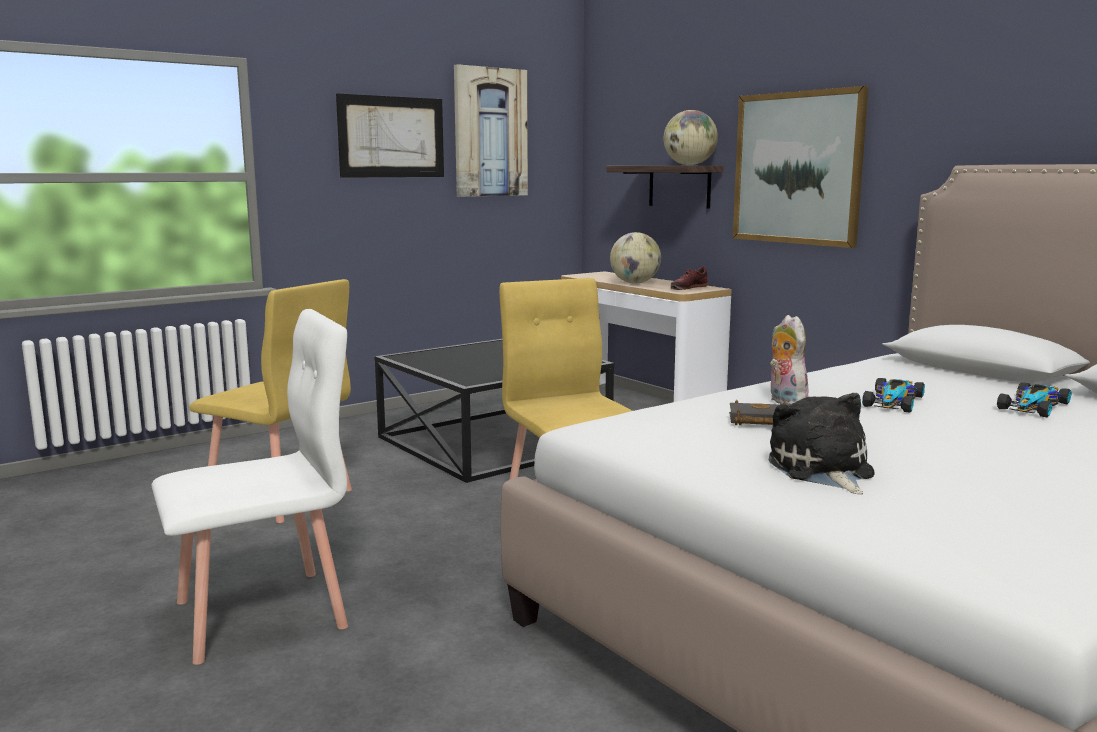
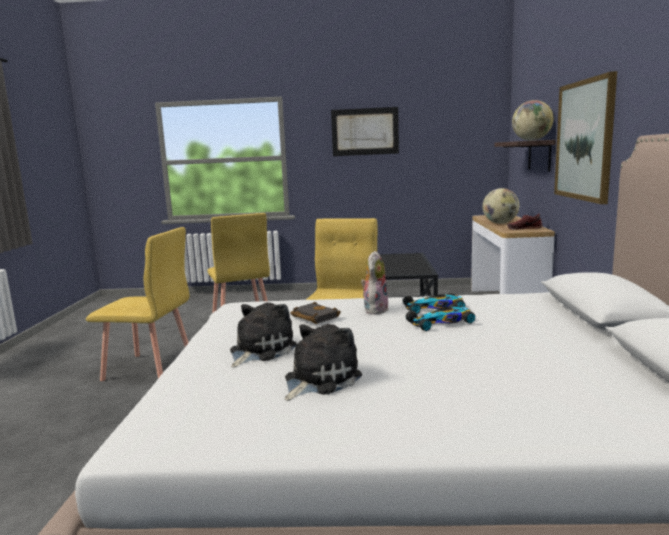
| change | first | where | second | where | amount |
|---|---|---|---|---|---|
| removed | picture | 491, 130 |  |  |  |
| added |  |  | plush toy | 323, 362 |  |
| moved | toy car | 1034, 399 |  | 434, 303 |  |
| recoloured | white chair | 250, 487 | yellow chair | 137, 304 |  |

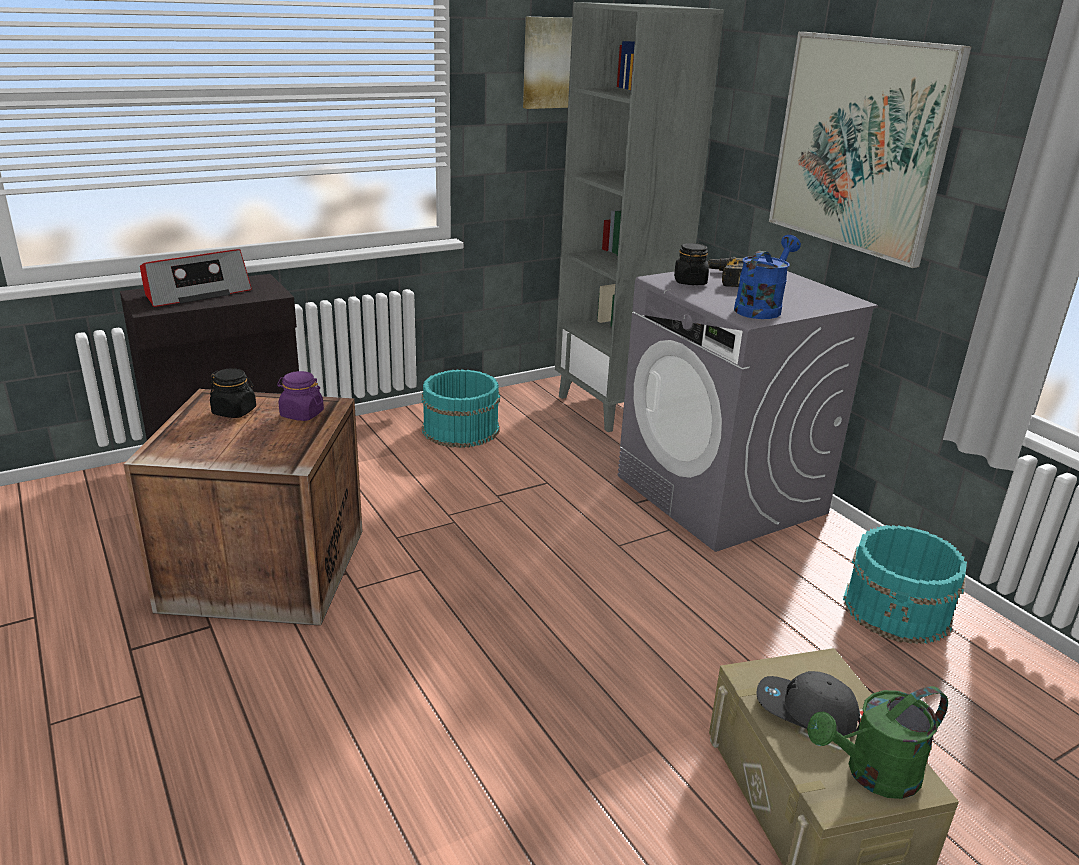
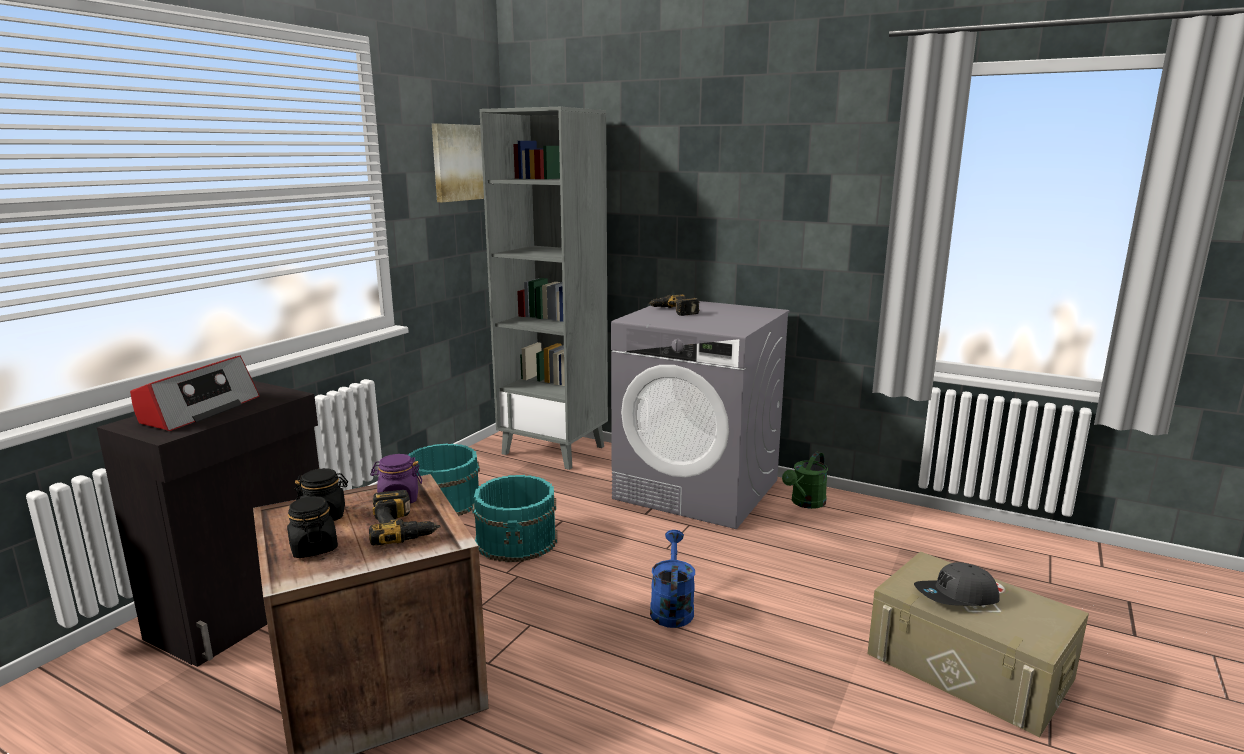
| change | first | where | second | where | amount |
|---|---|---|---|---|---|
| removed | picture | 870, 150 |  |  |  |
| added |  |  | power drill | 404, 517 |  |
| moved | black jar | 691, 264 |  | 312, 527 |  |
| moved | blue watering can | 767, 277 |  | 672, 579 |  |
| moved | green watering can | 877, 742 |  | 805, 480 |  |
| moved | turquoise bucket | 905, 584 |  | 514, 518 |  |

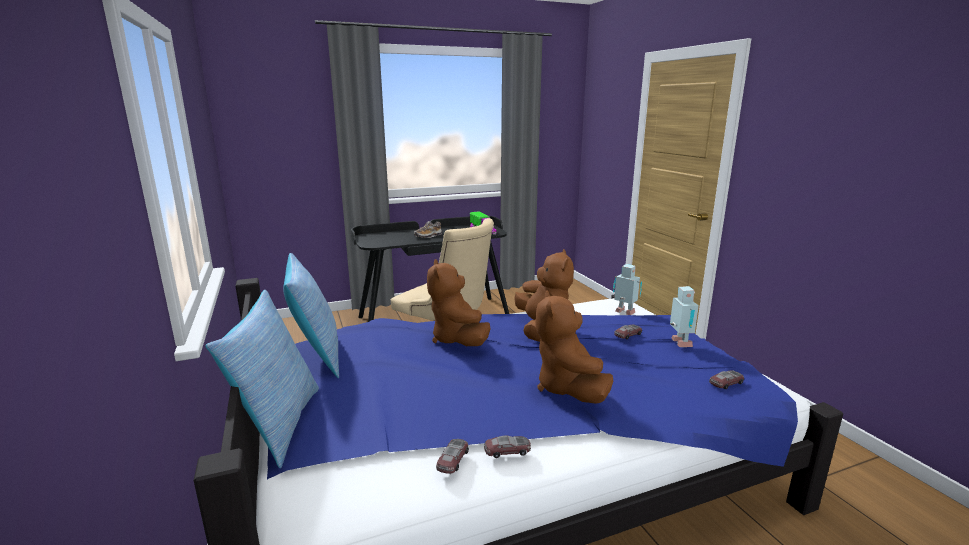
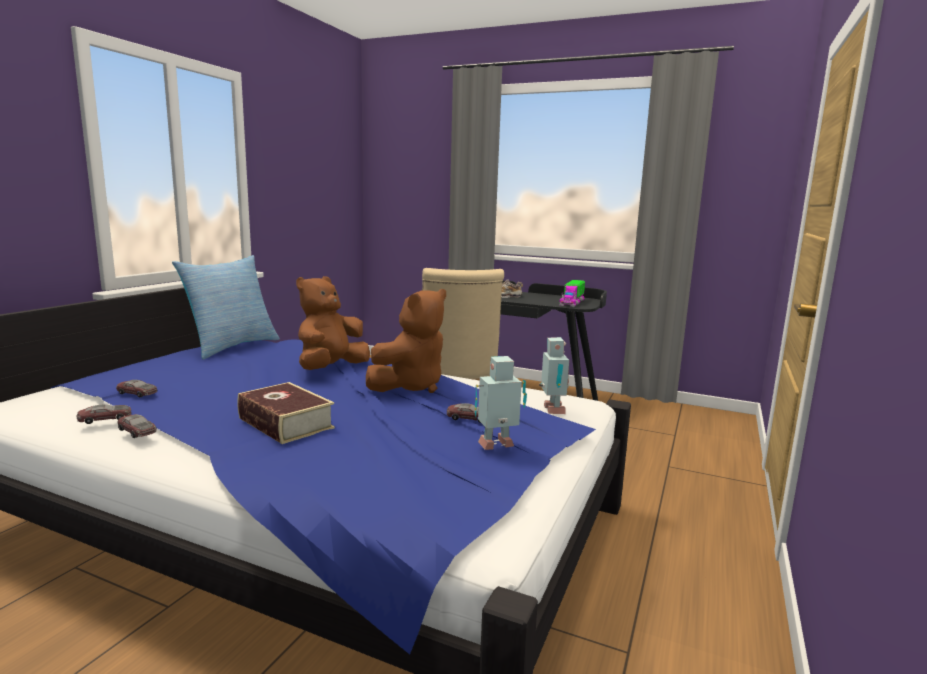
| change | first | where | second | where | amount |
|---|---|---|---|---|---|
| removed | pillow | 262, 379 |  |  |  |
| moved | toy car | 726, 379 |  | 137, 389 |  |
| replaced | brown plush toy | 574, 347 | book | 286, 413 |  |
| turned | toy robot | 684, 316 |  | 501, 403 | 150 degrees counterclockwise |

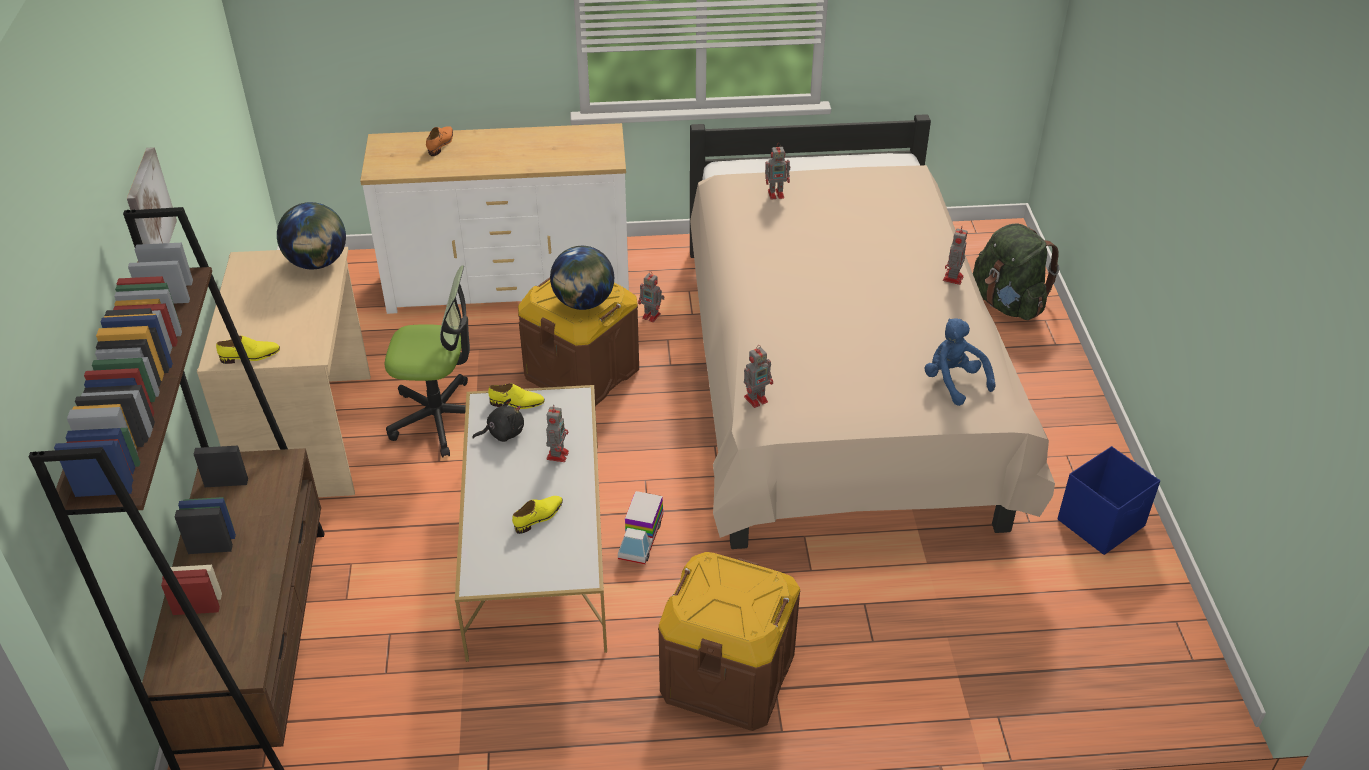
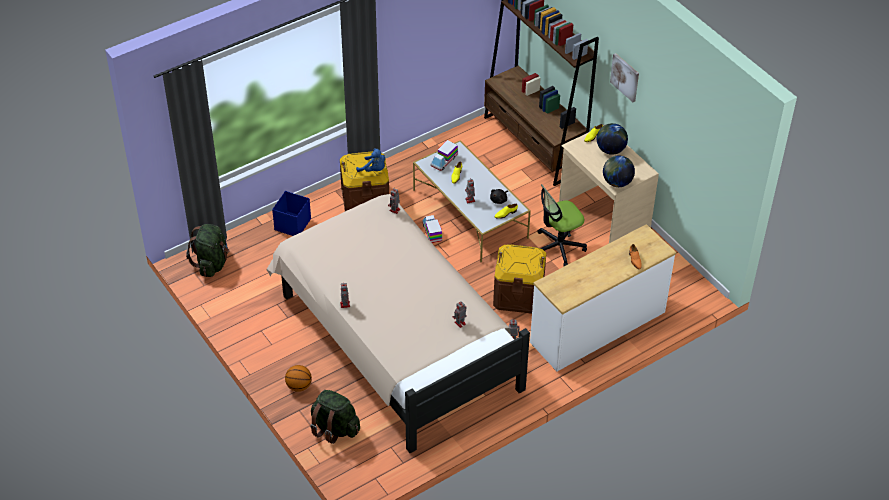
| change | first | where | second | where | amount |
|---|---|---|---|---|---|
| added |  |  | green backpack | 208, 250 |  |
| added |  |  | basketball | 298, 378 |  |
| added |  |  | toy truck | 444, 155 |  |
| moved | globe | 582, 278 |  | 612, 139 |  |
| moved | blue plush toy | 960, 362 |  | 370, 160 |  |
| moved | blue storage box | 1109, 500 |  | 291, 213 |  |

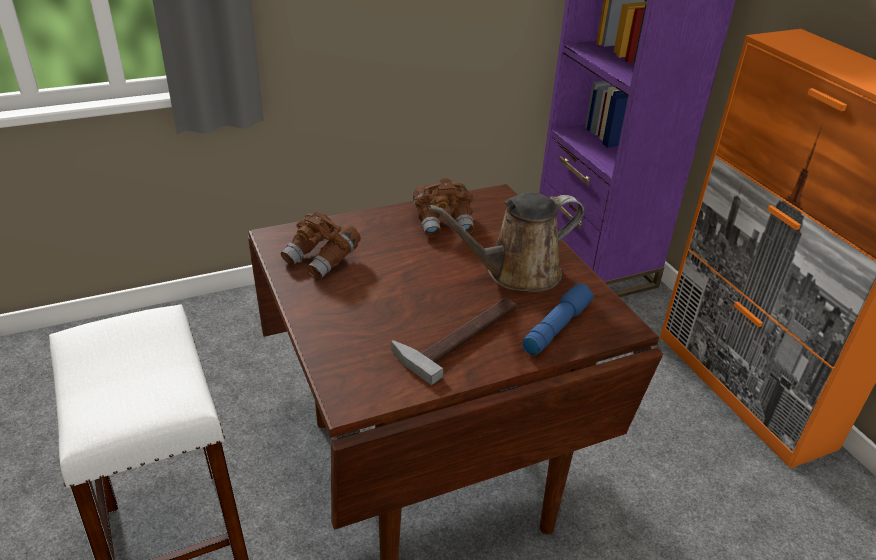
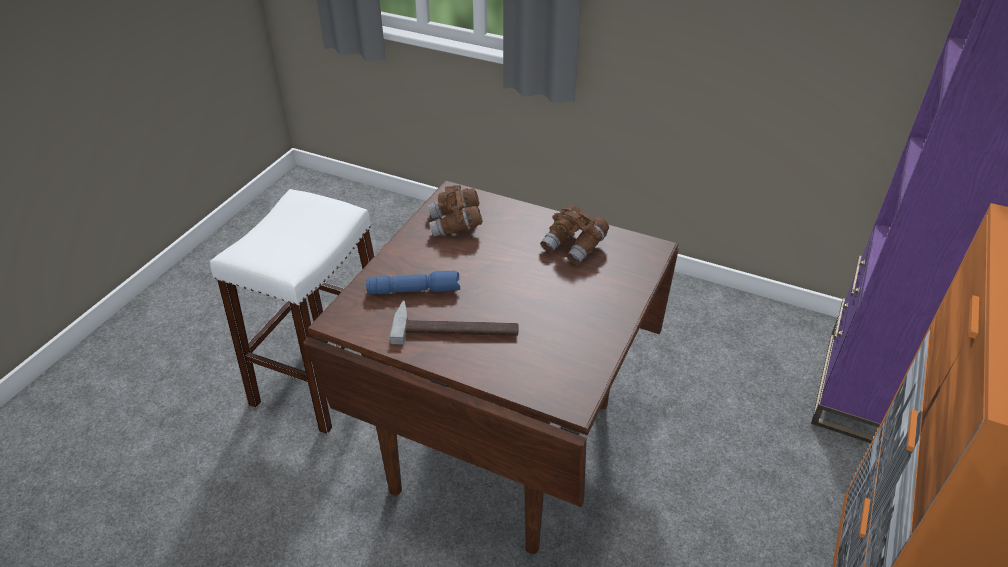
| change | first | where | second | where | amount |
|---|---|---|---|---|---|
| removed | brown watering can | 506, 242 |  |  |  |
| moved | blue flashlight | 558, 319 |  | 413, 282 |  |

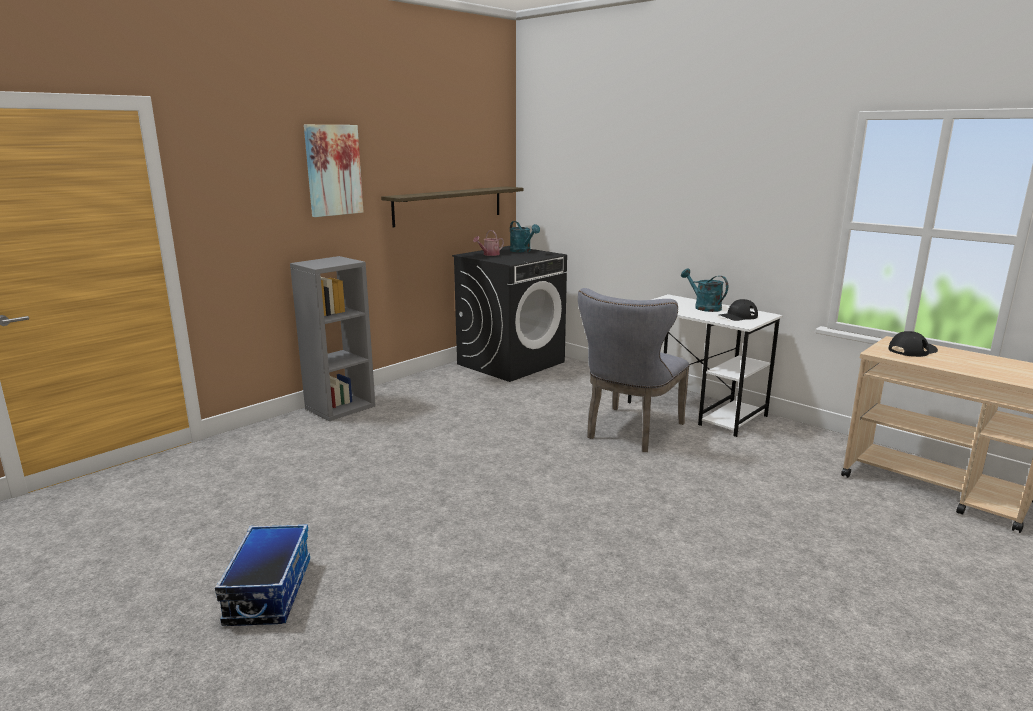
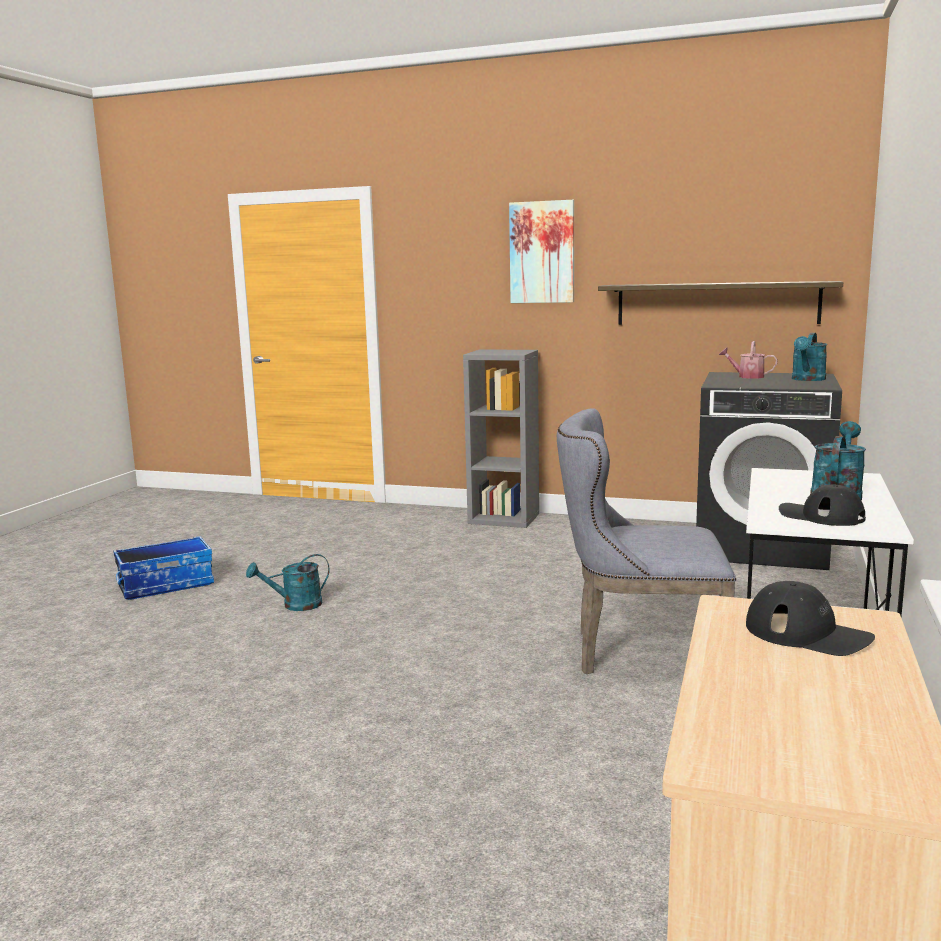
| change | first | where | second | where | amount |
|---|---|---|---|---|---|
| added |  |  | turquoise watering can | 288, 582 |  |

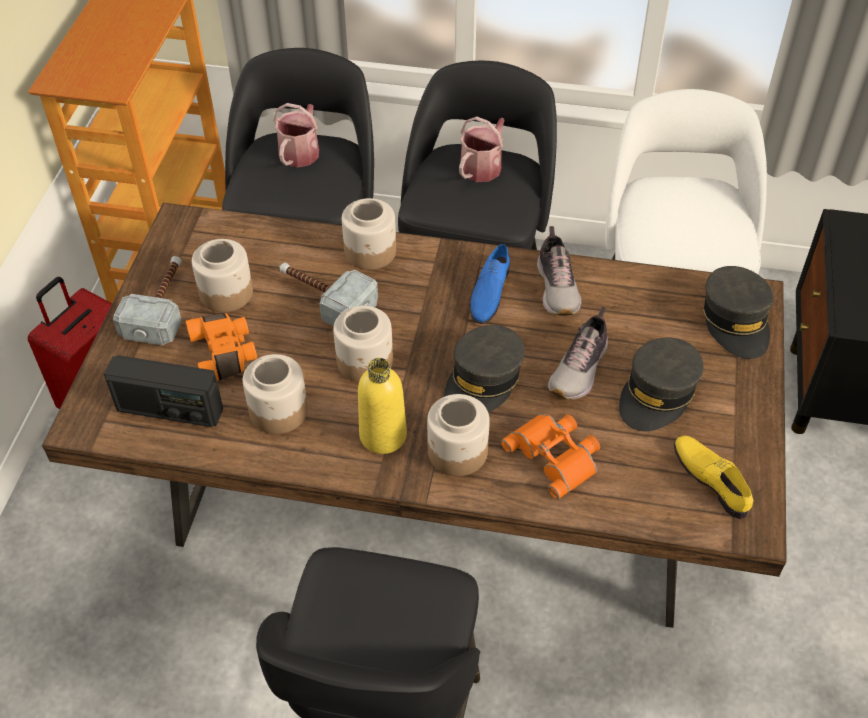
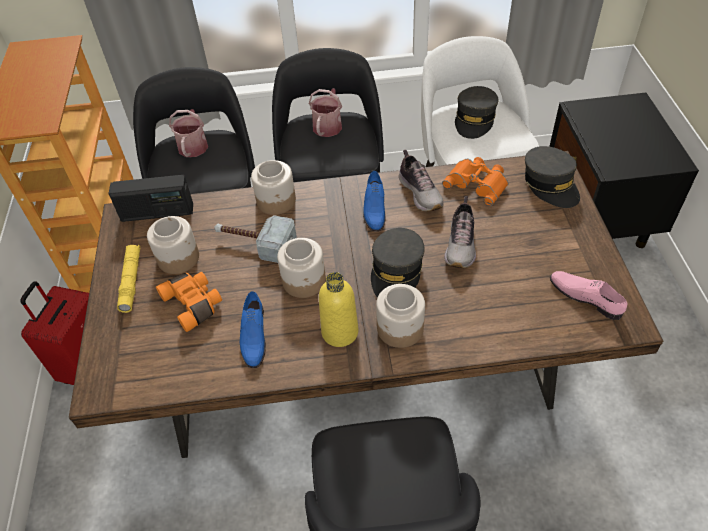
| change | first | where | second | where | amount |
|---|---|---|---|---|---|
| moved | radio | 163, 391 |  | 151, 198 |  |
| moved | orange binoculars | 550, 456 |  | 475, 181 |  |
| moved | grey cap | 661, 384 |  | 476, 112 |  |
| replaced | hammer | 147, 300 | yellow flashlight | 128, 279 |  |
| replaced | jar | 275, 394 | blue shoe | 253, 329 |  |
| recoloured | yellow shoe | 713, 477 | pink shoe | 589, 295 |  |

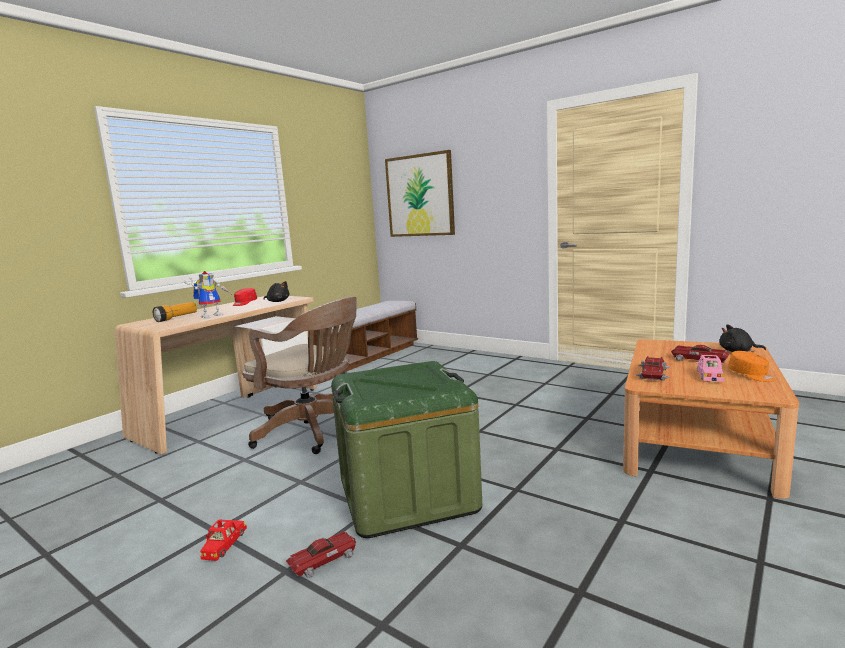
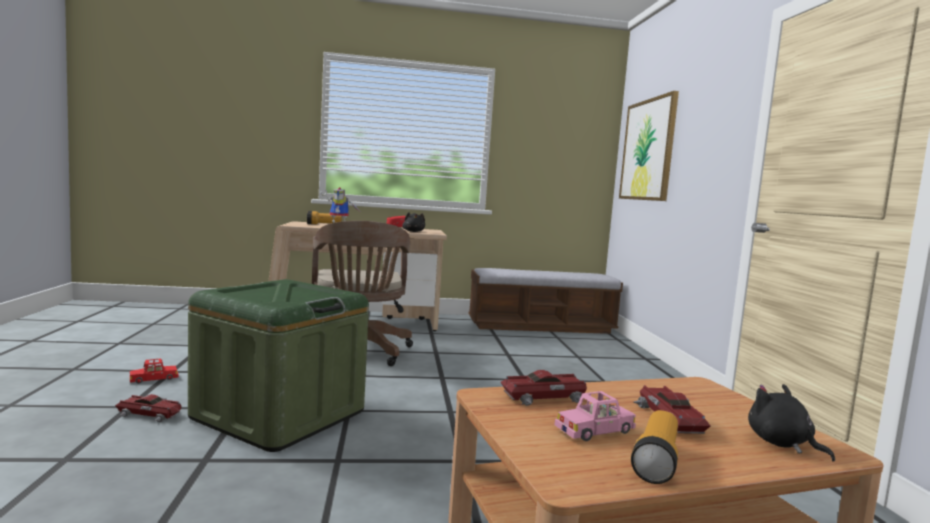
| change | first | where | second | where | amount |
|---|---|---|---|---|---|
| replaced | orange cap | 752, 366 | flashlight | 654, 447 |  |

